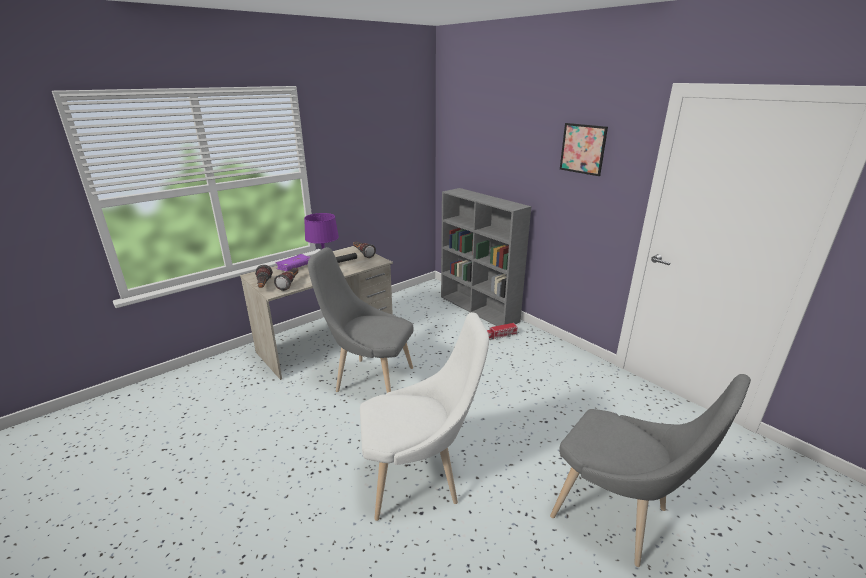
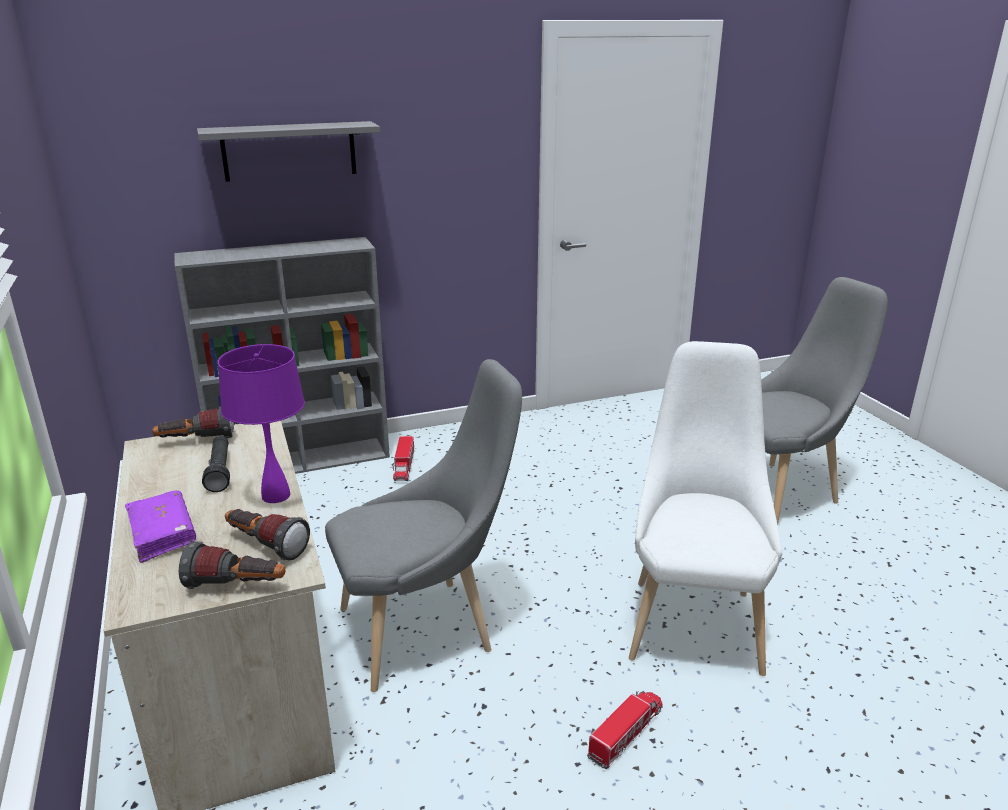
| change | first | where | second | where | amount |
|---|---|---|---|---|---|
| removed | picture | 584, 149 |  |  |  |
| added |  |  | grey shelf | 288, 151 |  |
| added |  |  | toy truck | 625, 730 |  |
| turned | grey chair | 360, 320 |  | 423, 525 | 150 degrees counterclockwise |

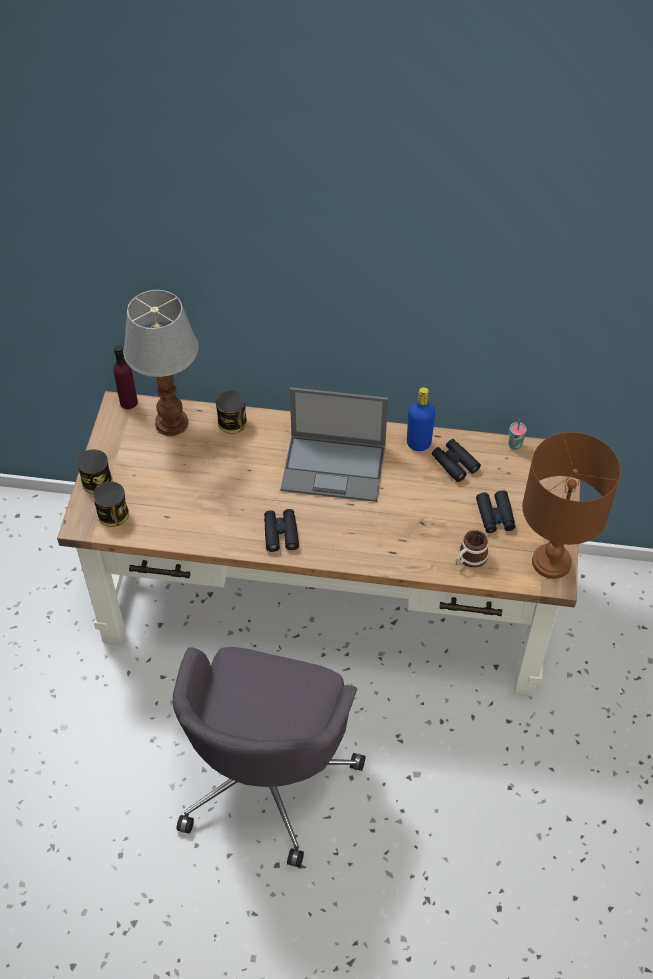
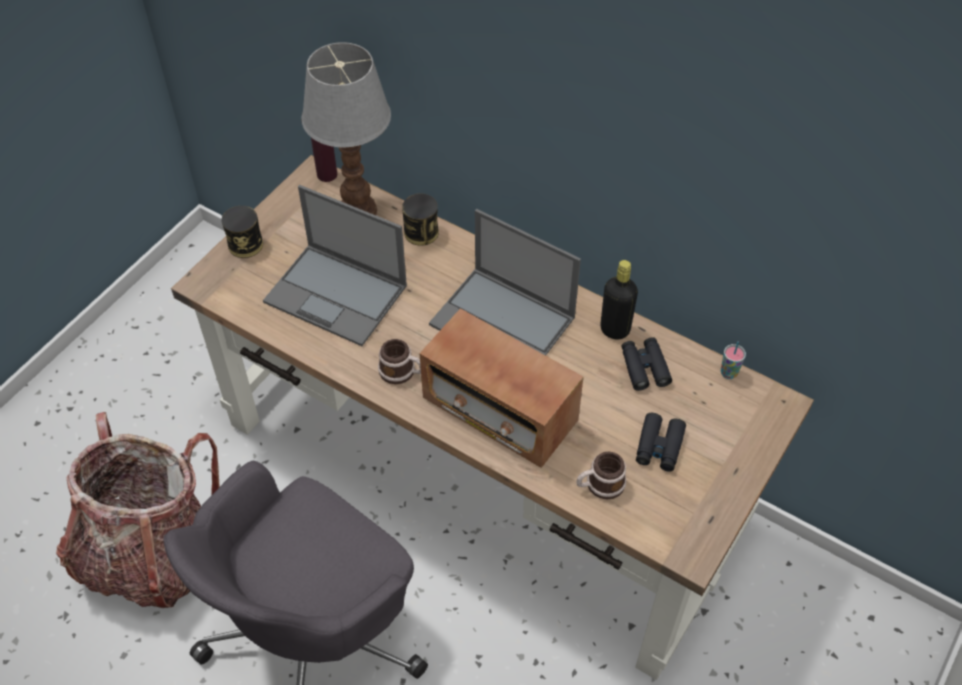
| change | first | where | second | where | amount |
|---|---|---|---|---|---|
| removed | can | 111, 504 |  |  |  |
| removed | brown table lamp | 571, 505 |  |  |  |
| added |  |  | backpack | 138, 510 |  |
| added |  |  | laptop | 335, 265 |  |
| added |  |  | radio | 501, 388 |  |
| replaced | black binoculars | 281, 530 | mug | 399, 361 |  |
| recoloured | blue bottle | 421, 419 | black bottle | 619, 300 |  |

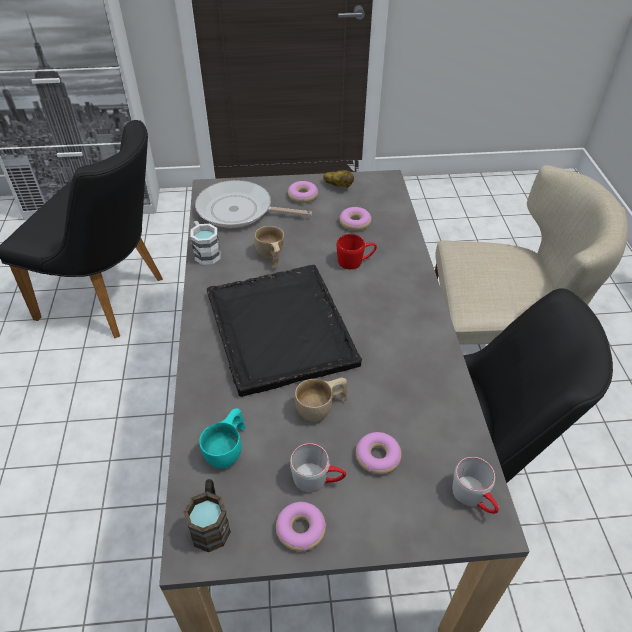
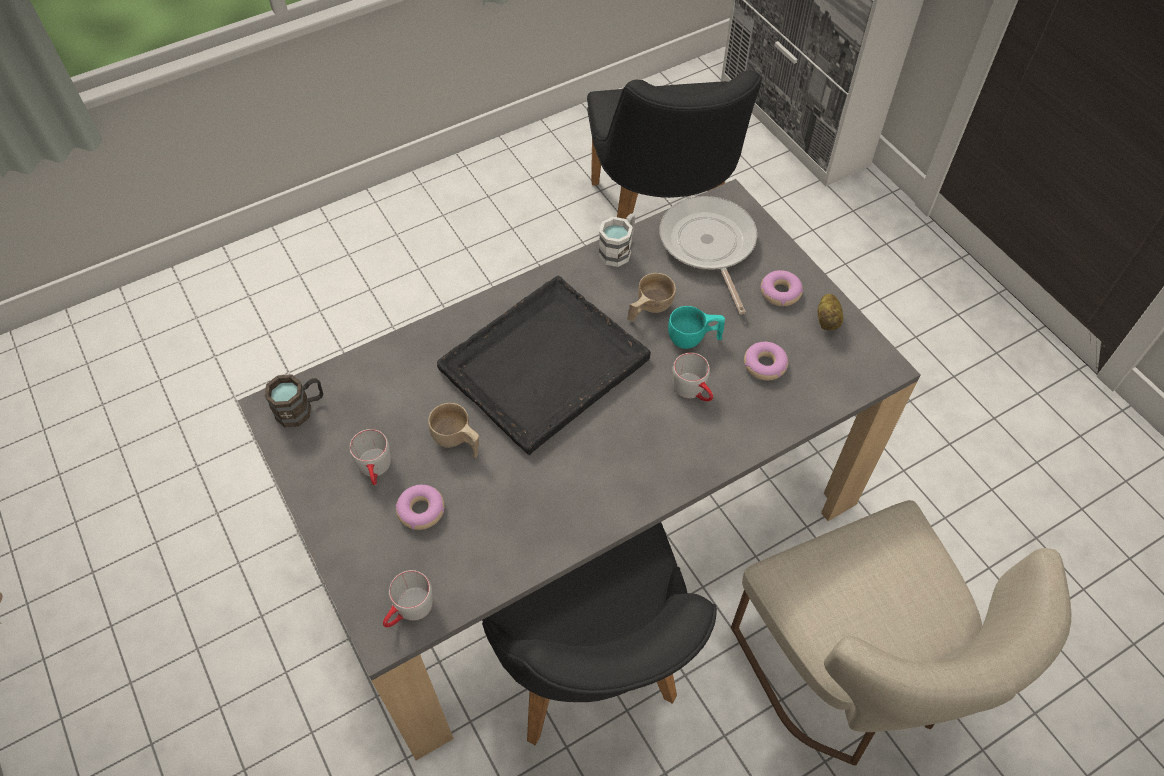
| change | first | where | second | where | amount |
|---|---|---|---|---|---|
| removed | donut | 301, 526 |  |  |  |
| moved | turquoise cup | 222, 438 |  | 696, 327 |  |
| recoloured | red mug | 357, 251 | grey mug | 692, 377 |  |

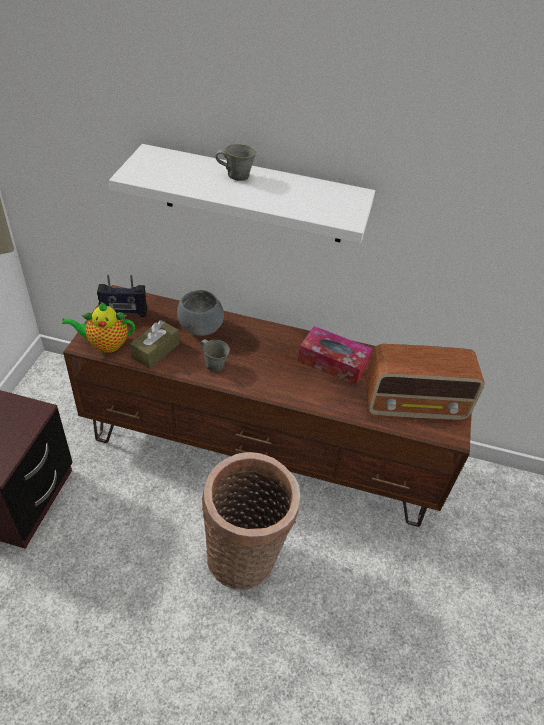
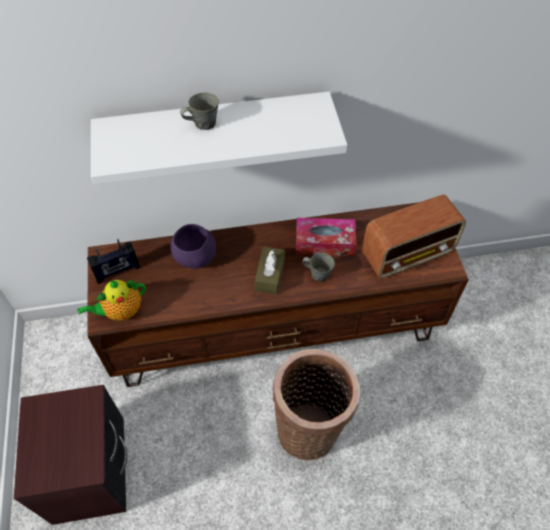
| change | first | where | second | where | amount |
|---|---|---|---|---|---|
| moved | brown tissue box | 154, 344 |  | 270, 270 |  |
| moved | grey mug | 215, 355 |  | 318, 267 |  |
| recoloured | grey bowl | 200, 313 | purple bowl | 193, 246 |  |

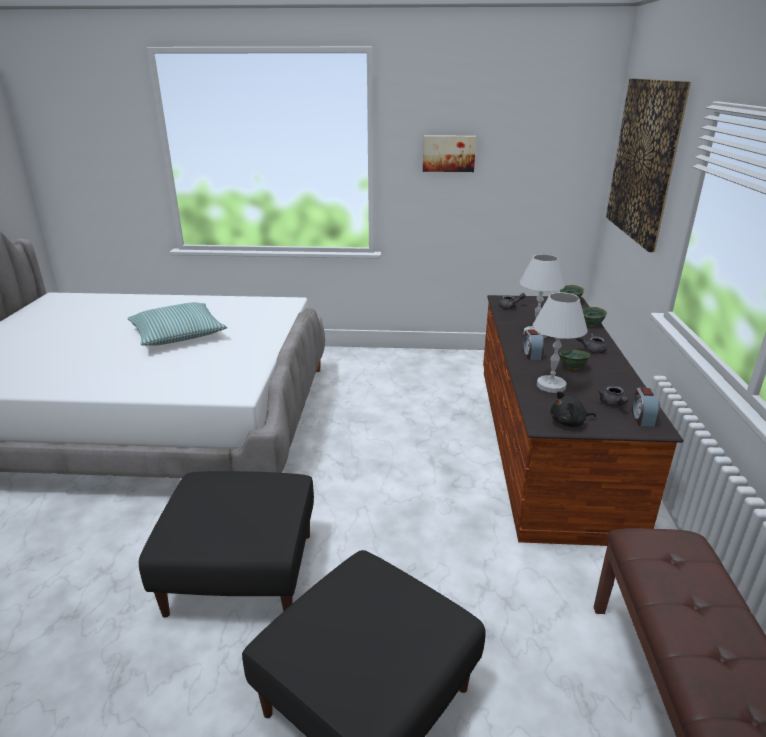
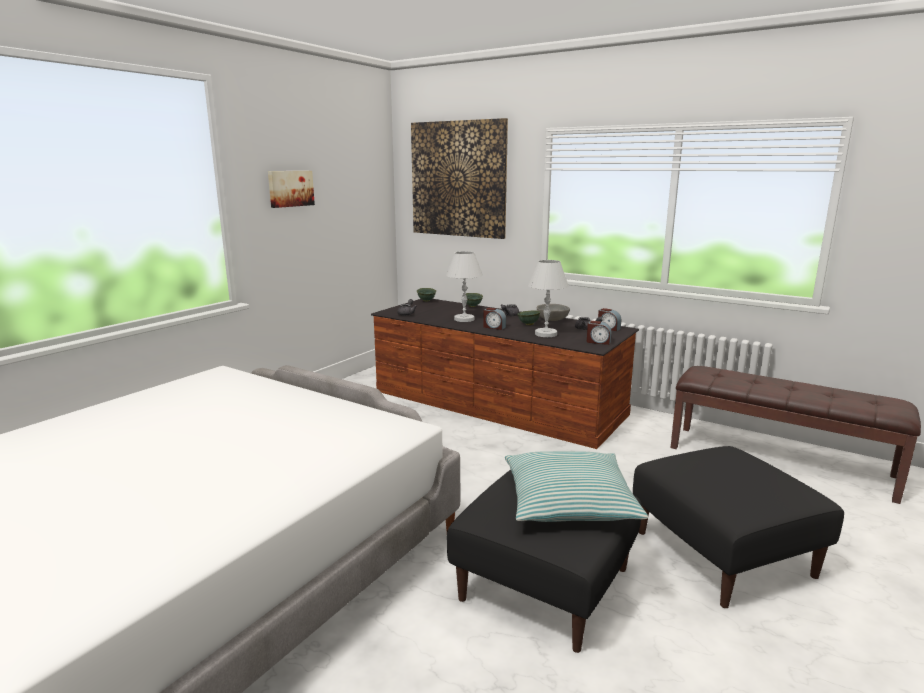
| change | first | where | second | where | amount |
|---|---|---|---|---|---|
| added |  |  | grey bowl | 553, 312 |  |
| moved | pillow | 177, 324 |  | 576, 486 |  |
| replaced | black plush toy | 573, 409 | alarm clock | 599, 333 |  |

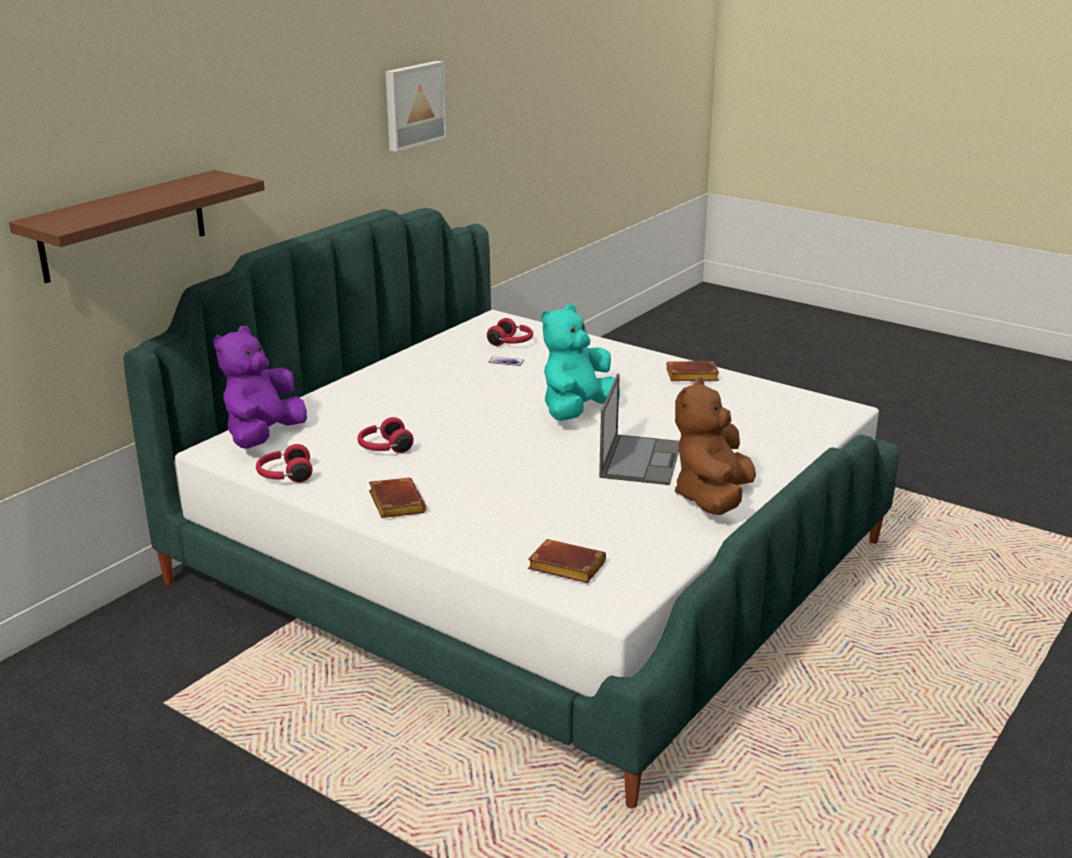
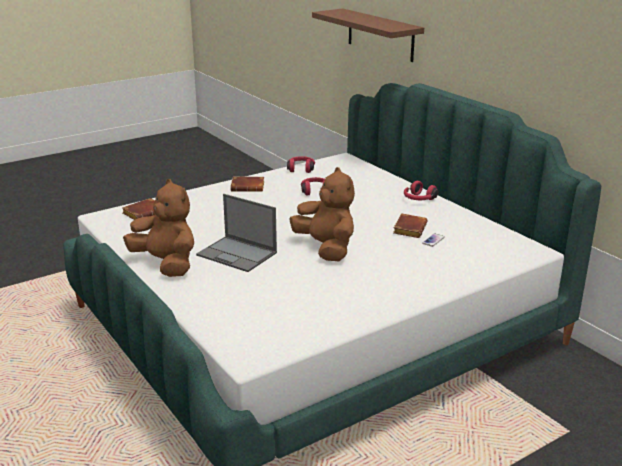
| change | first | where | second | where | amount |
|---|---|---|---|---|---|
| removed | purple plush toy | 260, 387 |  |  |  |
| removed | picture | 416, 106 |  |  |  |
| moved | red headphones | 510, 332 |  | 421, 190 |  |
| moved | brown book | 692, 371 |  | 410, 225 |  |
| recoloured | turquoise plush toy | 581, 362 | brown plush toy | 322, 214 |  |

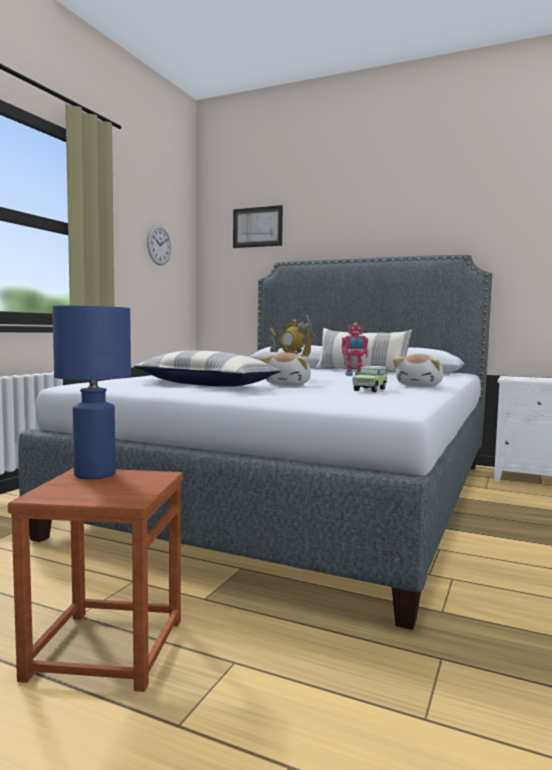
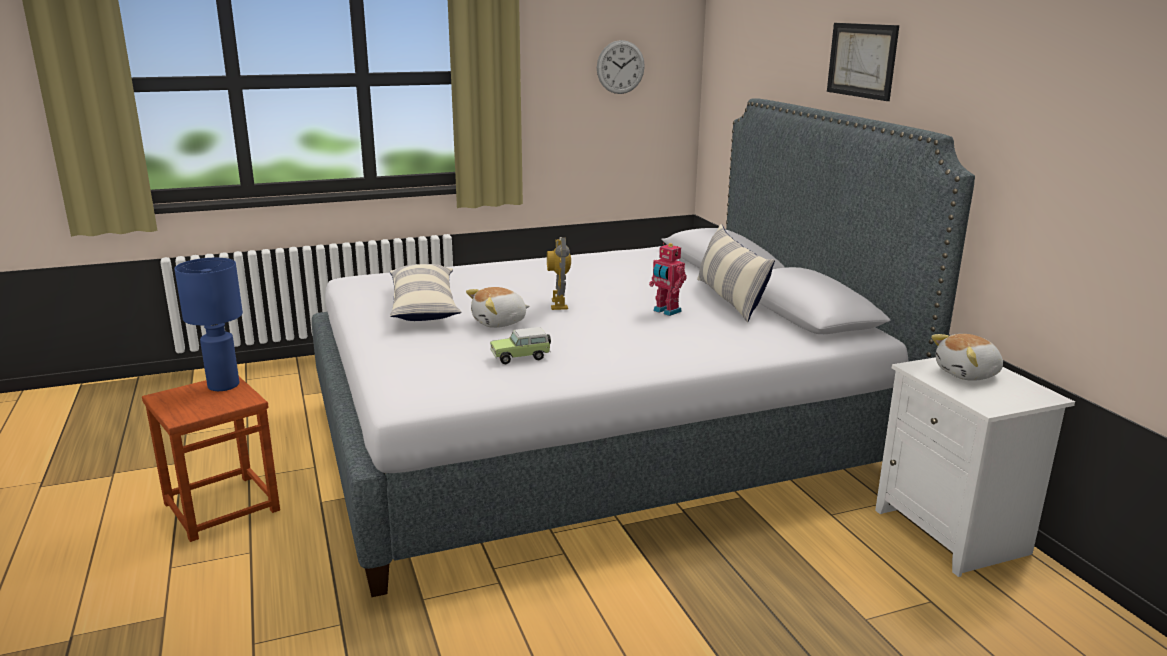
| change | first | where | second | where | amount |
|---|---|---|---|---|---|
| moved | picture | 258, 226 |  | 863, 62 |  |
| moved | plush toy | 418, 370 |  | 967, 357 |  |

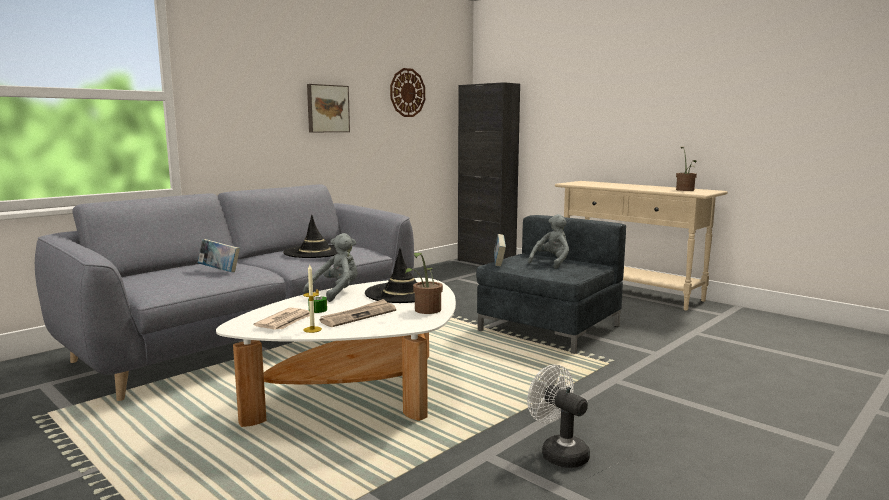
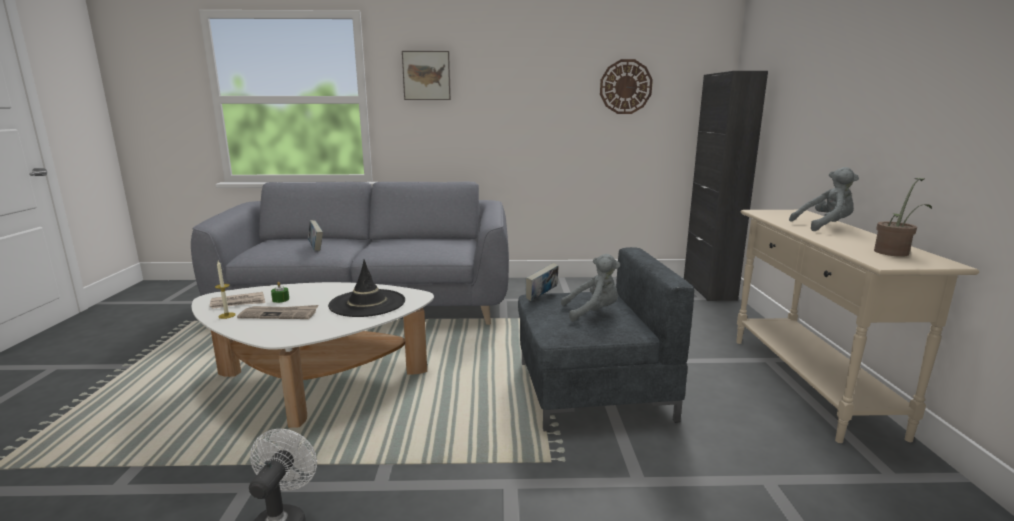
| change | first | where | second | where | amount |
|---|---|---|---|---|---|
| removed | black hat | 310, 236 |  |  |  |
| removed | potted plant | 424, 283 |  |  |  |
| moved | grey plush toy | 330, 267 |  | 824, 199 |  |
| moved | picture | 328, 108 |  | 426, 75 |  |

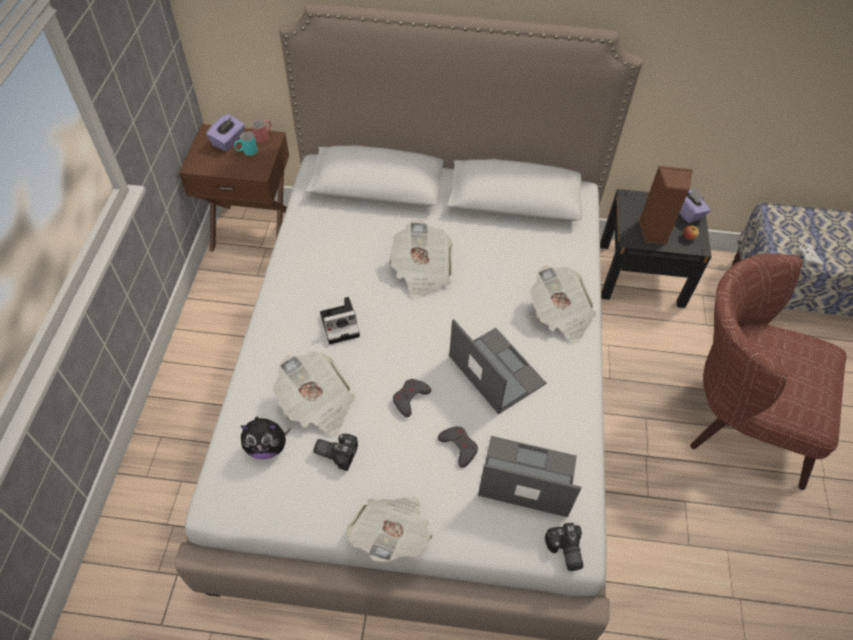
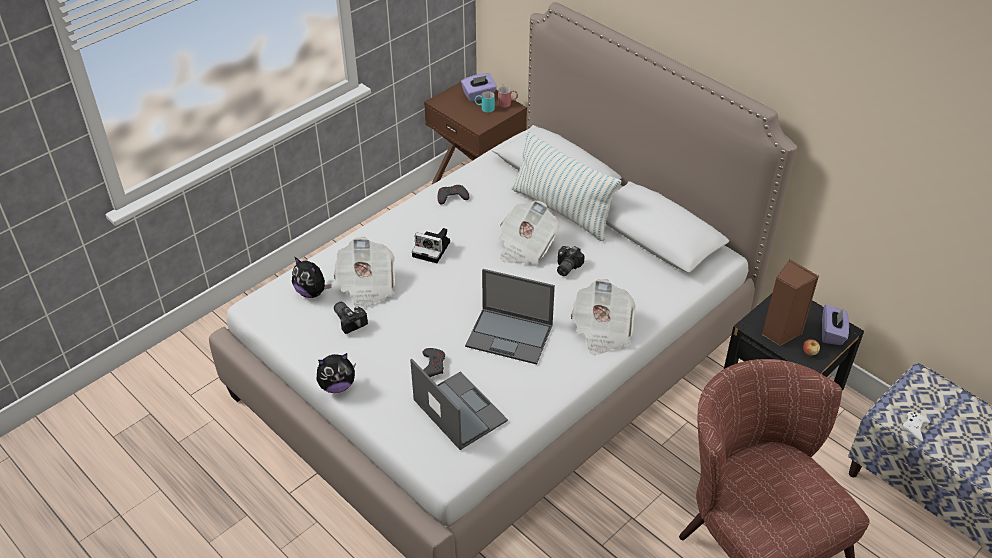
| change | first | where | second | where | amount |
|---|---|---|---|---|---|
| added |  |  | pillow | 566, 186 |  |
| moved | grey game controller | 412, 398 |  | 453, 194 |  |
| moved | photo camera | 564, 547 |  | 571, 261 |  |
| replaced | newspaper | 389, 529 | plush toy | 336, 373 |  |
| turned | laptop | 497, 366 |  | 510, 317 | 105 degrees clockwise |

